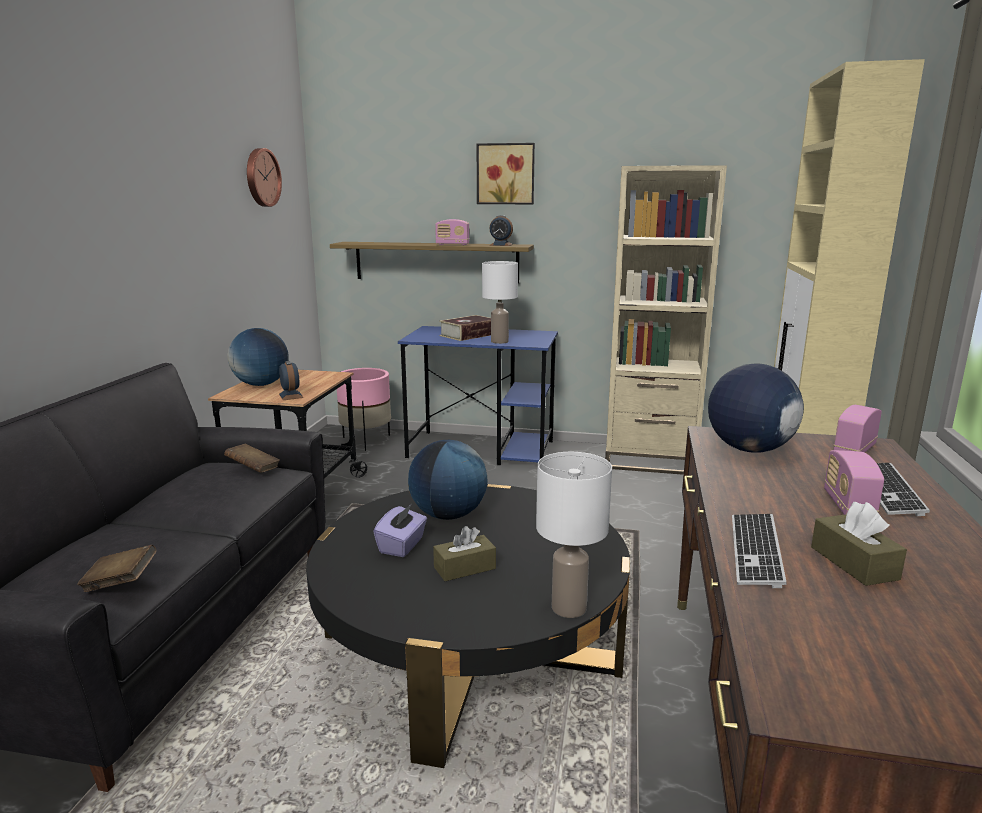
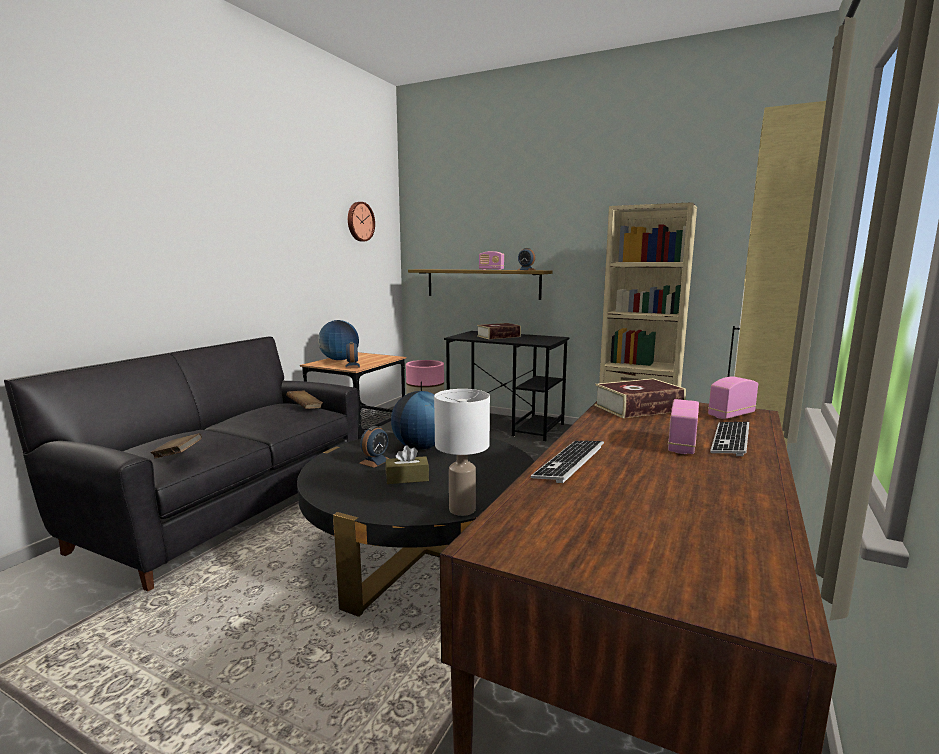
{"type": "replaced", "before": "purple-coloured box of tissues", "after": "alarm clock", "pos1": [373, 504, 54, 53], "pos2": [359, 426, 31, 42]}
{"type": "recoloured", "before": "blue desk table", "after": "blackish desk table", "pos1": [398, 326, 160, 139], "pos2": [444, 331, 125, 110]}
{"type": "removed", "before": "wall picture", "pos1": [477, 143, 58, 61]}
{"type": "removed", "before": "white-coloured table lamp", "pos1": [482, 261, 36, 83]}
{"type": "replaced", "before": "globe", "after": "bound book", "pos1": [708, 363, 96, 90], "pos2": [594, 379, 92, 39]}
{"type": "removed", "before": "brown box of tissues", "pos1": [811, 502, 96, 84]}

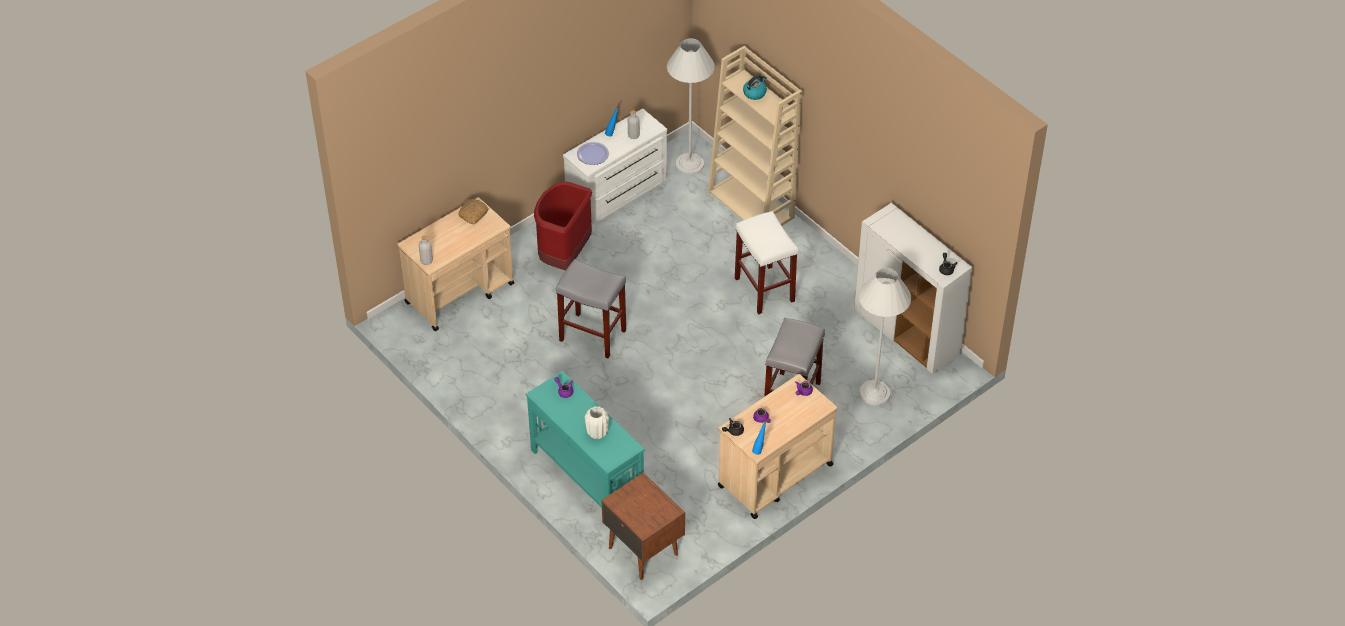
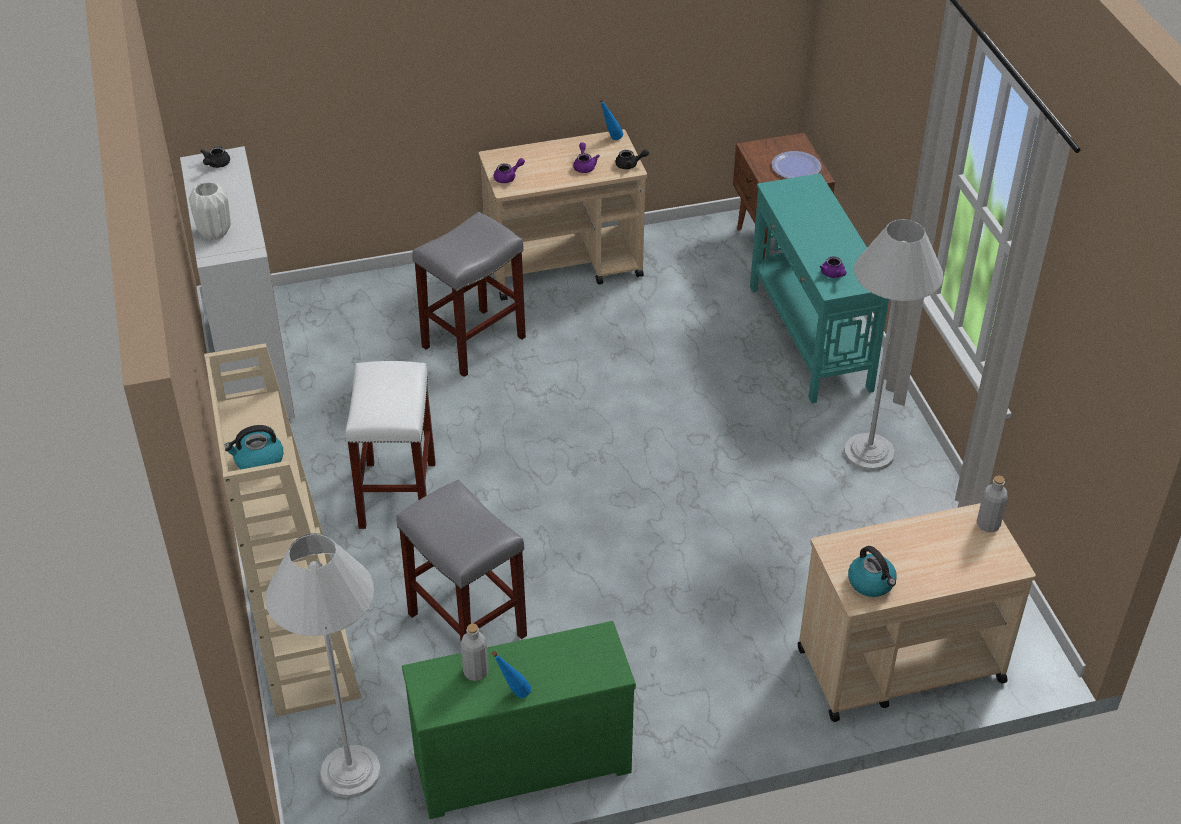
{"type": "replaced", "before": "bread", "after": "tea kettle", "pos1": [458, 199, 30, 25], "pos2": [848, 546, 49, 51]}
{"type": "removed", "before": "red-coloured waste bin", "pos1": [534, 182, 58, 89]}
{"type": "moved", "before": "gray stool", "pos1": [556, 259, 70, 99], "pos2": [396, 479, 131, 161]}
{"type": "recoloured", "before": "white-coloured dresser", "after": "green-coloured dresser", "pos1": [563, 108, 104, 117], "pos2": [402, 621, 234, 198]}
{"type": "moved", "before": "flat dish", "pos1": [577, 142, 32, 23], "pos2": [772, 151, 49, 28]}
{"type": "moved", "before": "white-coloured flower vase", "pos1": [585, 406, 24, 33], "pos2": [189, 182, 42, 58]}
{"type": "moved", "before": "white-coloured standard lamp", "pos1": [859, 268, 52, 137], "pos2": [844, 219, 99, 252]}

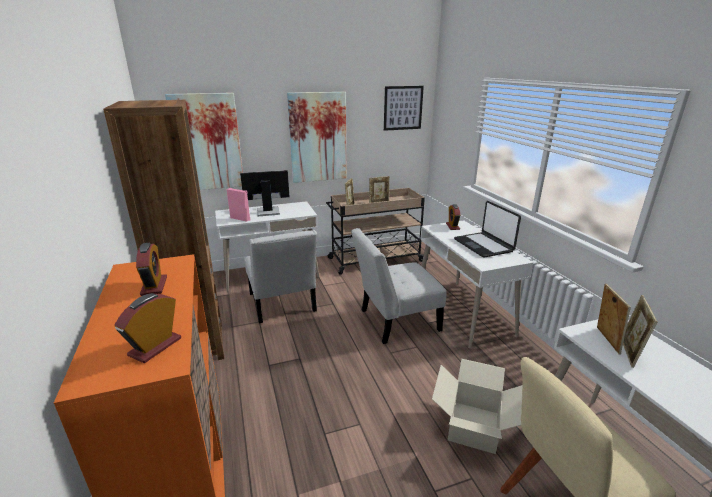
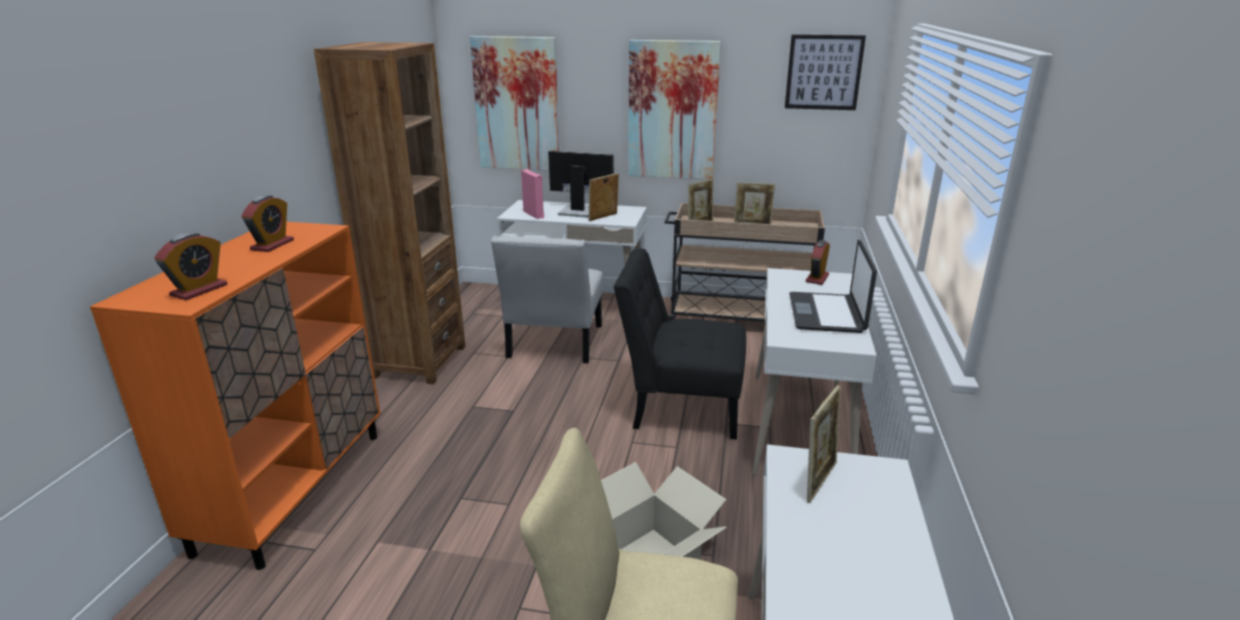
{"type": "turned", "before": "alarm clock", "pos1": [114, 293, 67, 70], "pos2": [155, 232, 72, 68], "turn": 150}
{"type": "recoloured", "before": "white-coloured upright chair", "after": "blackish upright chair", "pos1": [351, 228, 95, 116], "pos2": [613, 248, 133, 192]}
{"type": "moved", "before": "picture frame", "pos1": [623, 295, 35, 73], "pos2": [588, 173, 31, 48]}

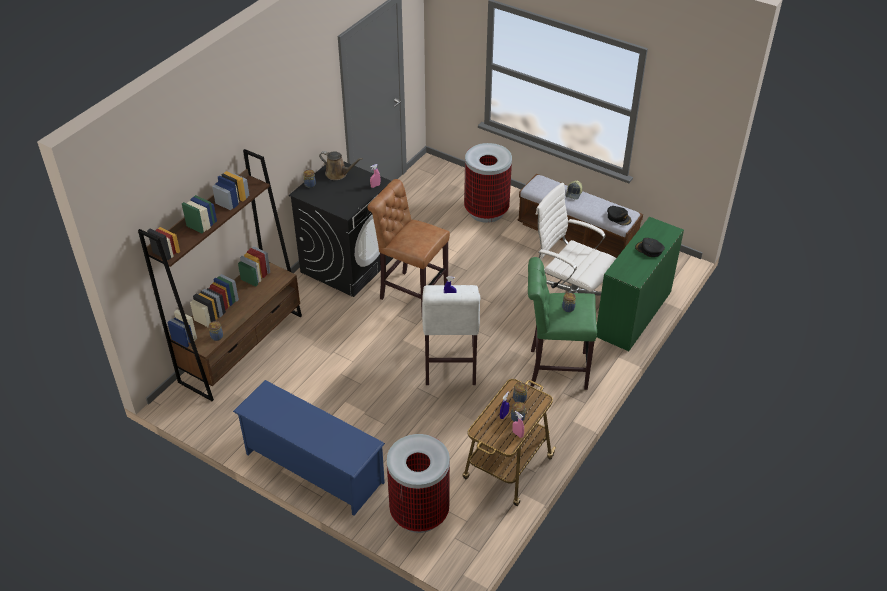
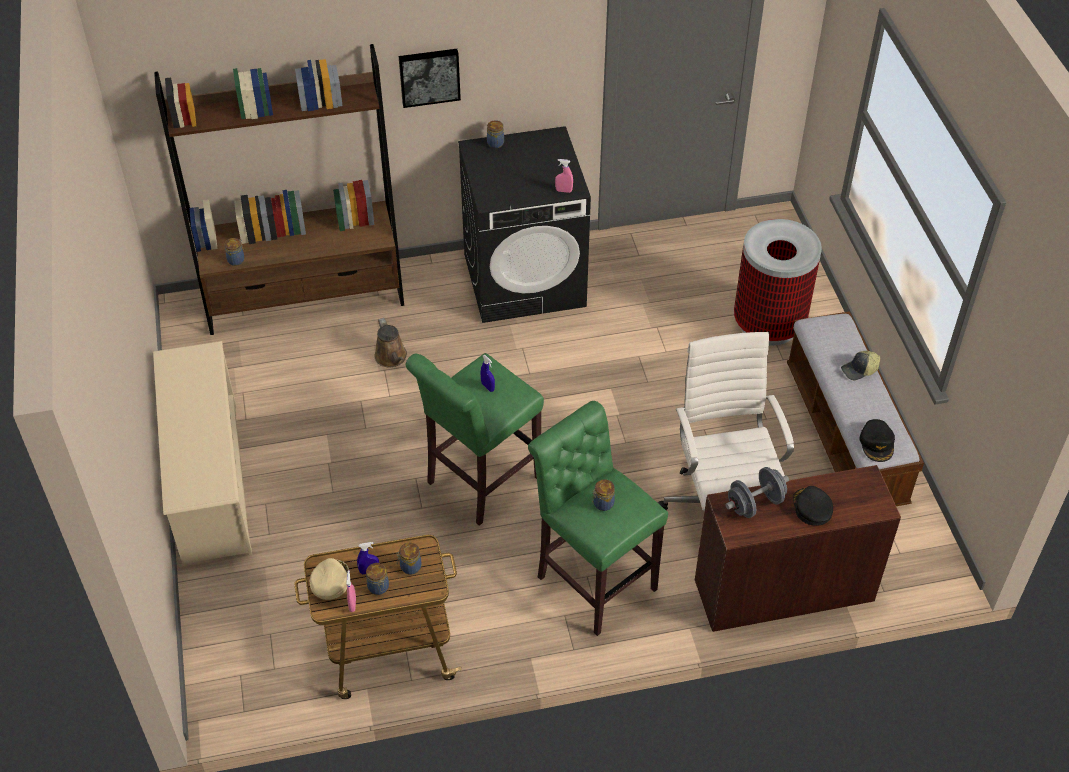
{"type": "recoloured", "before": "blue shoe shelf", "after": "beige-coloured shoe shelf", "pos1": [233, 380, 152, 135], "pos2": [153, 341, 99, 223]}
{"type": "moved", "before": "brown sprinkling can", "pos1": [319, 151, 44, 29], "pos2": [375, 318, 32, 49]}
{"type": "removed", "before": "brown stool", "pos1": [367, 179, 83, 131]}
{"type": "removed", "before": "waste bin", "pos1": [387, 434, 63, 99]}
{"type": "recoloured", "before": "white-coloured stool", "after": "green-coloured stool", "pos1": [422, 285, 59, 100], "pos2": [406, 353, 138, 173]}
{"type": "recoloured", "before": "green-coloured desk table", "after": "brown desk table", "pos1": [597, 217, 87, 134], "pos2": [695, 465, 206, 167]}
{"type": "added", "after": "beige-coloured cap", "pos2": [310, 558, 39, 42]}
{"type": "added", "after": "wall picture", "pos2": [399, 49, 62, 59]}
{"type": "added", "after": "gray dumbbell", "pos2": [725, 467, 64, 51]}

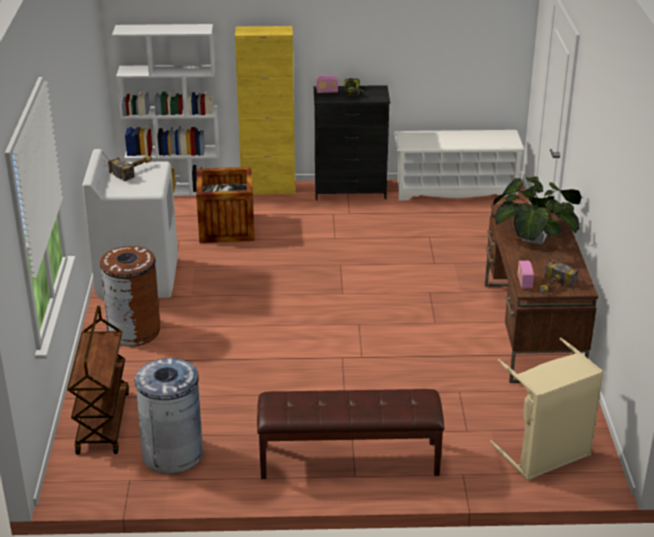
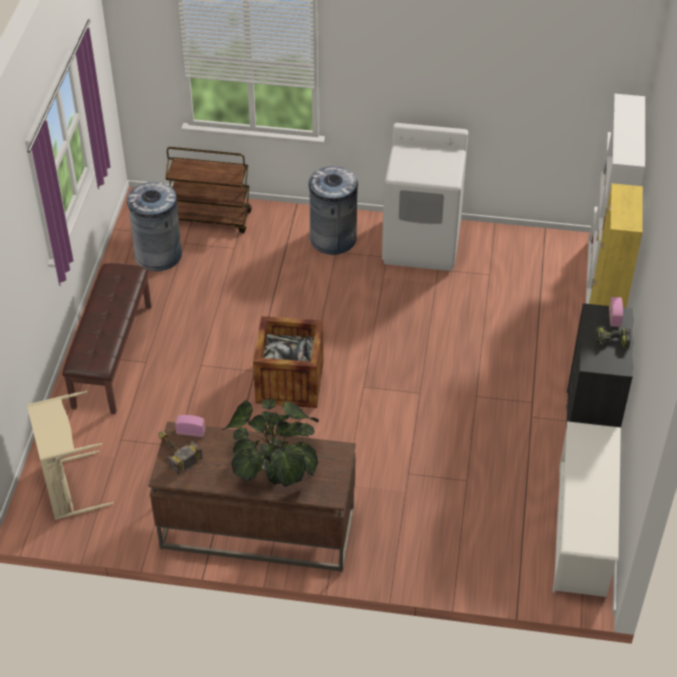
{"type": "recoloured", "before": "brown waste bin", "after": "gray waste bin", "pos1": [100, 246, 60, 100], "pos2": [309, 166, 49, 89]}
{"type": "removed", "before": "hand hammer", "pos1": [108, 156, 44, 25]}
{"type": "moved", "before": "packing crate", "pos1": [196, 167, 59, 76], "pos2": [253, 316, 70, 92]}

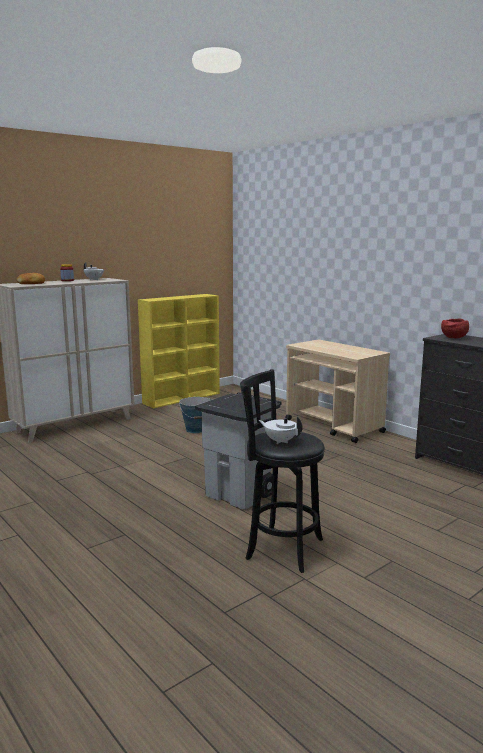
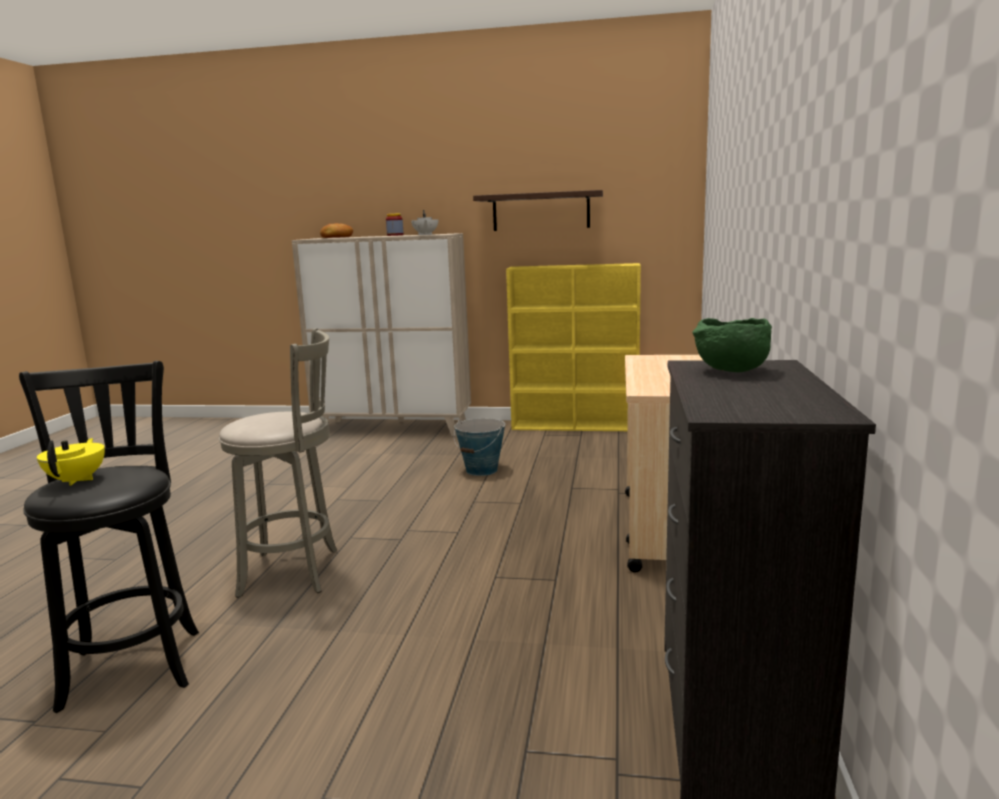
{"type": "replaced", "before": "gray waste bin", "after": "gray stool", "pos1": [195, 392, 87, 118], "pos2": [219, 328, 118, 270]}
{"type": "recoloured", "before": "white-coloured teapot", "after": "yellowish teapot", "pos1": [259, 416, 44, 28], "pos2": [37, 438, 68, 48]}
{"type": "recoloured", "before": "red-coloured bowl", "after": "green-coloured bowl", "pos1": [441, 318, 28, 20], "pos2": [692, 318, 80, 54]}
{"type": "added", "after": "wall shelf", "pos2": [473, 190, 130, 41]}

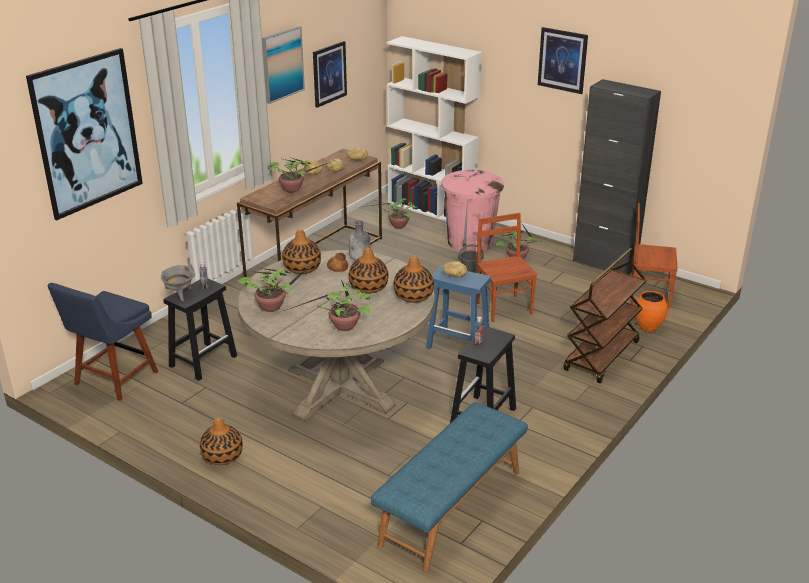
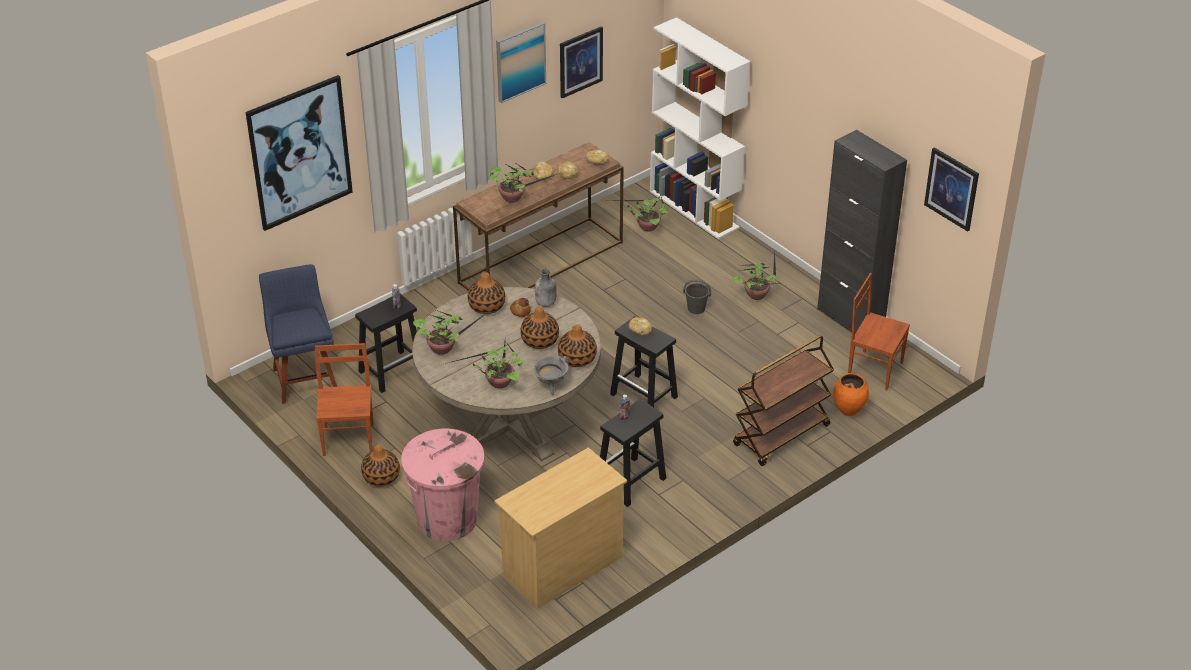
{"type": "turned", "before": "blue upright chair", "pos1": [48, 283, 110, 118], "pos2": [259, 264, 78, 140], "turn": 120}
{"type": "moved", "before": "gray stockpot", "pos1": [161, 264, 34, 37], "pos2": [533, 355, 36, 40]}
{"type": "replaced", "before": "blue indoor bench", "after": "beige-coloured dresser", "pos1": [371, 402, 157, 170], "pos2": [494, 447, 133, 162]}
{"type": "recoloured", "before": "blue stool", "after": "blackish stool", "pos1": [426, 265, 65, 84], "pos2": [610, 316, 68, 91]}
{"type": "moved", "before": "pink waste bin", "pos1": [441, 170, 63, 82], "pos2": [401, 429, 84, 112]}
{"type": "moved", "before": "brown upright chair", "pos1": [477, 213, 60, 109], "pos2": [315, 343, 59, 113]}
{"type": "moved", "before": "wall picture", "pos1": [538, 27, 50, 67], "pos2": [924, 147, 55, 85]}

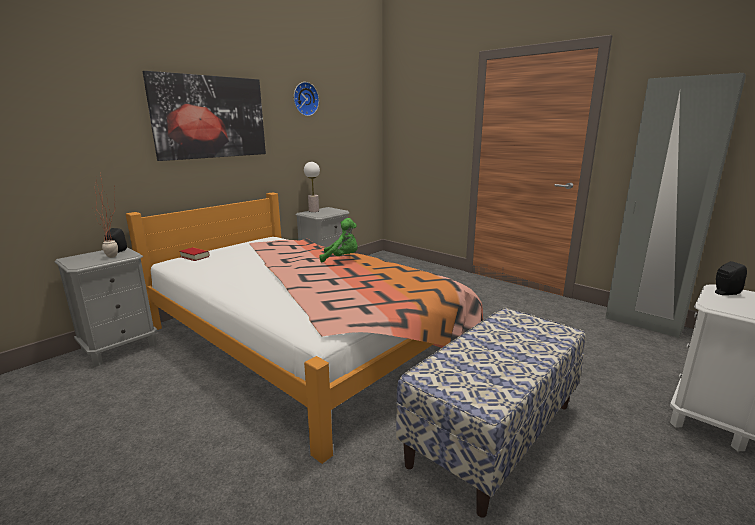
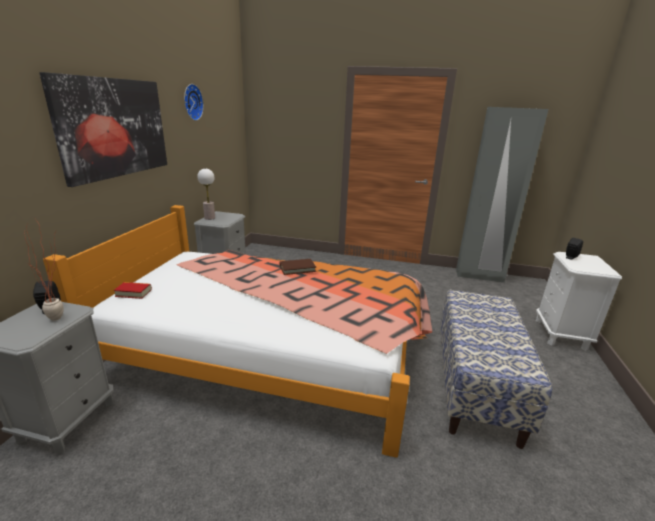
{"type": "replaced", "before": "green-coloured plush toy", "after": "brown bound book", "pos1": [320, 218, 38, 44], "pos2": [280, 259, 36, 16]}

